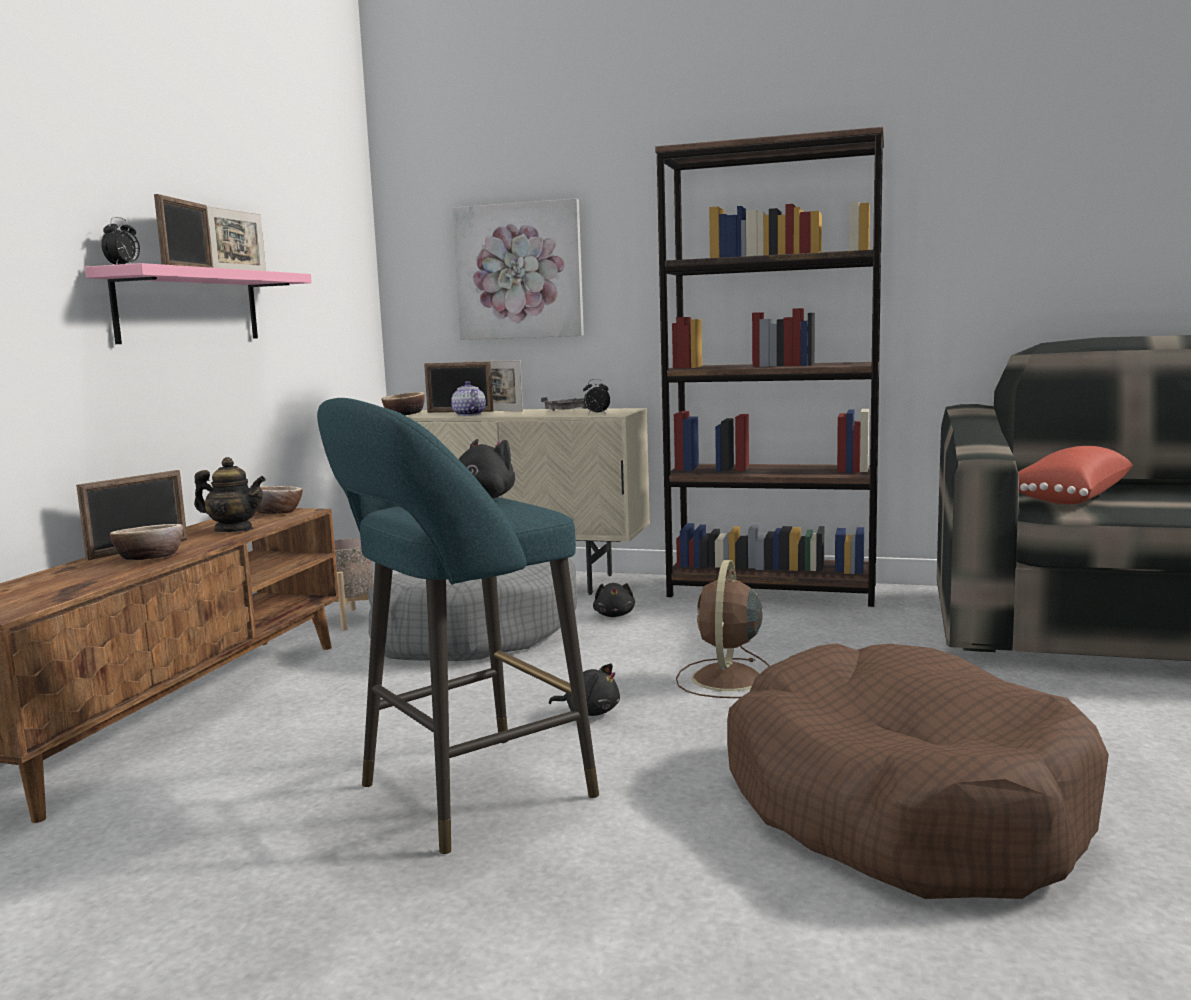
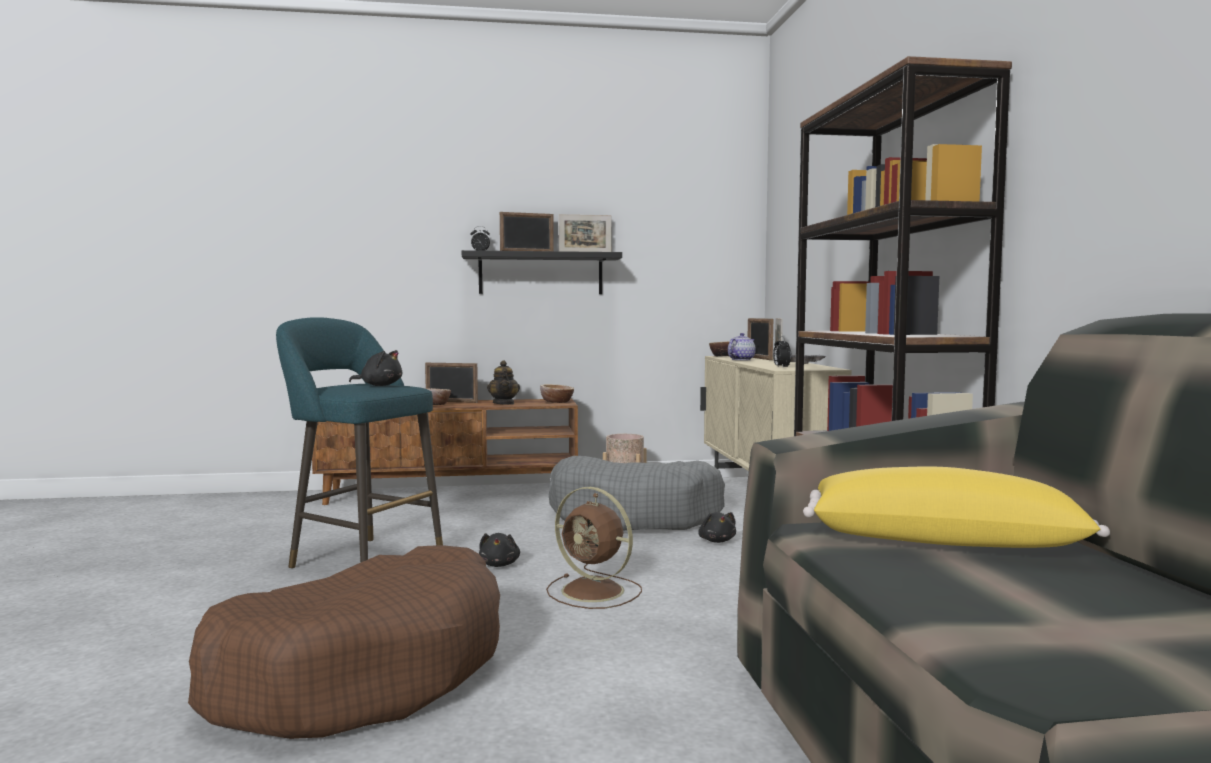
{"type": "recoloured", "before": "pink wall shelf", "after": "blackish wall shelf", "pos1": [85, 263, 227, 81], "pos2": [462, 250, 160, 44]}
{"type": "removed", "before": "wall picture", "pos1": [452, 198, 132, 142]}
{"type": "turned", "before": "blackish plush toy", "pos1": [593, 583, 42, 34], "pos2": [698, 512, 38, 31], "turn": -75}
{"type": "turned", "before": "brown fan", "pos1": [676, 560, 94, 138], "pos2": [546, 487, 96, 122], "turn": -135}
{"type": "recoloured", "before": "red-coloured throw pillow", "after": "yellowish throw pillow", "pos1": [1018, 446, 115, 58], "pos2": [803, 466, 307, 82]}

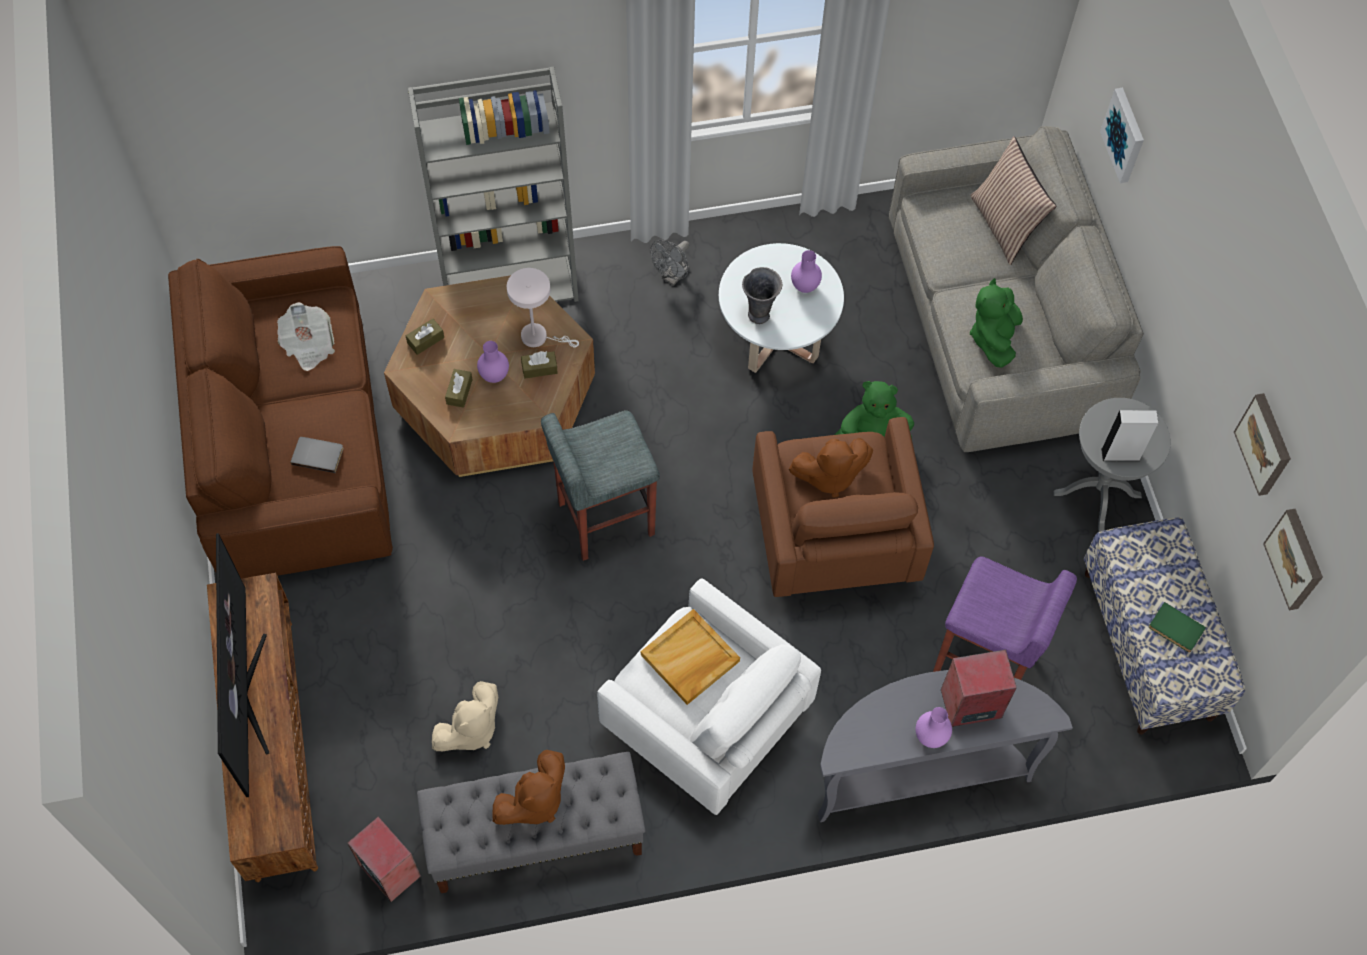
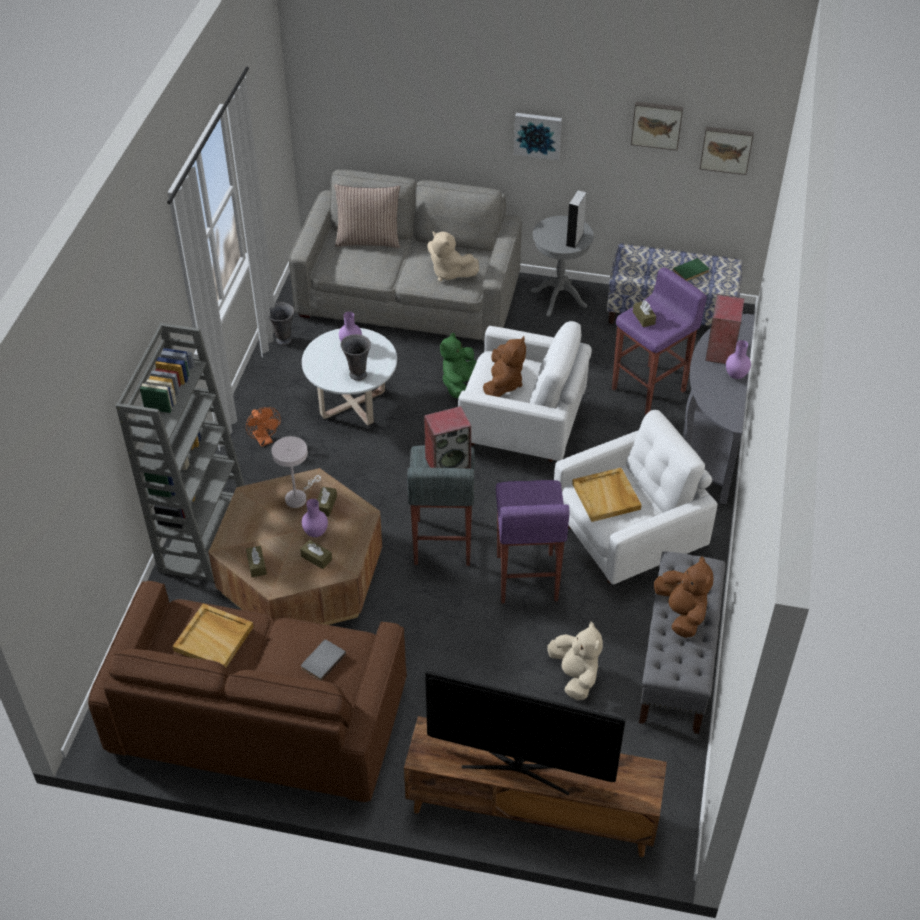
{"type": "replaced", "before": "printed paper", "after": "beige-coloured carrying tray", "pos1": [277, 302, 58, 69], "pos2": [173, 604, 80, 63]}
{"type": "moved", "before": "audio speaker", "pos1": [347, 817, 74, 85], "pos2": [424, 406, 47, 63]}
{"type": "recoloured", "before": "gray fan", "after": "orange-coloured fan", "pos1": [650, 240, 40, 46], "pos2": [246, 407, 35, 40]}
{"type": "recoloured", "before": "brown lounge chair", "after": "white-coloured lounge chair", "pos1": [753, 417, 181, 180], "pos2": [458, 321, 134, 141]}
{"type": "recoloured", "before": "green-coloured plush toy", "after": "beige-coloured plush toy", "pos1": [970, 278, 53, 90], "pos2": [427, 231, 52, 51]}
{"type": "moved", "before": "wall picture", "pos1": [1100, 88, 44, 95], "pos2": [514, 113, 48, 47]}
{"type": "added", "after": "gray flower vase", "pos2": [268, 302, 26, 43]}
{"type": "added", "after": "purple-coloured stool", "pos2": [496, 480, 74, 123]}
{"type": "added", "after": "brown box of tissues", "pos2": [633, 300, 23, 27]}

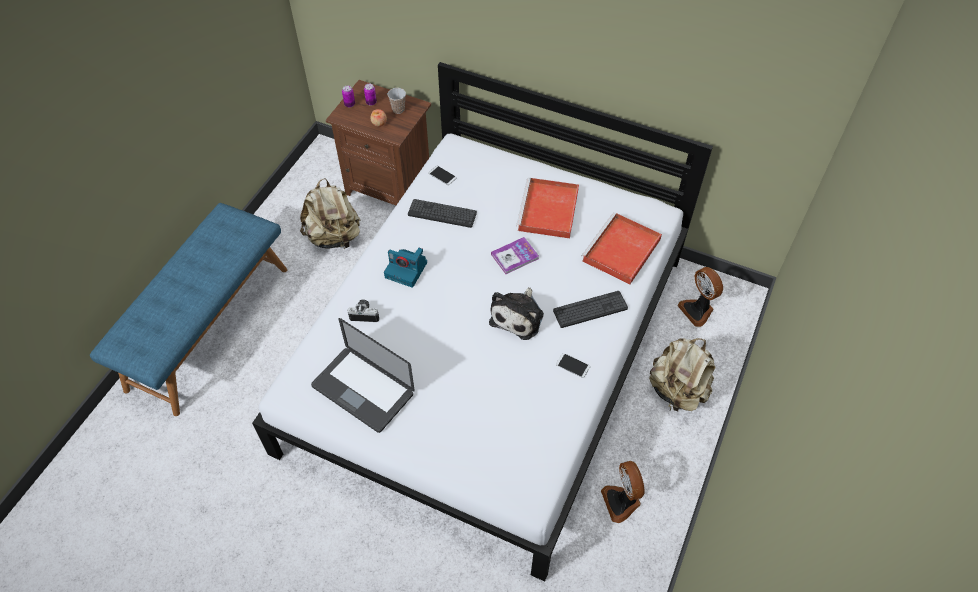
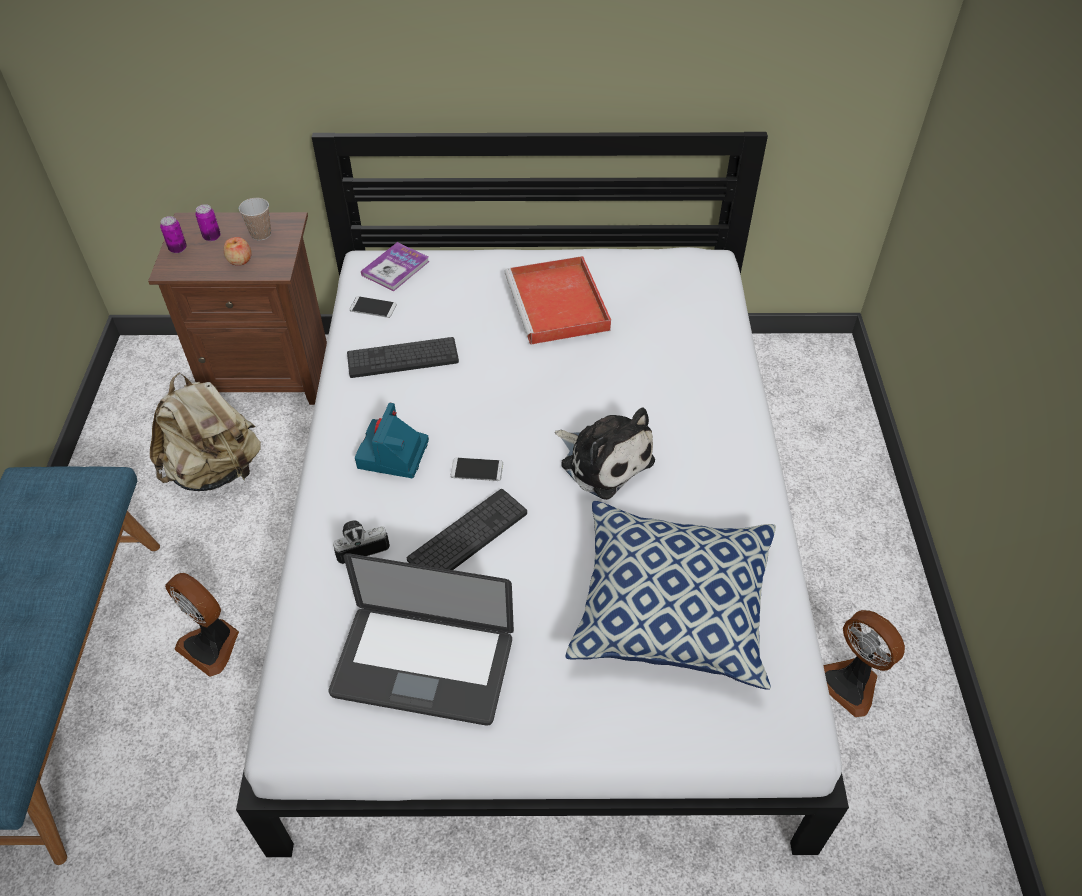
{"type": "turned", "before": "photo camera", "pos1": [384, 248, 43, 40], "pos2": [355, 403, 74, 75], "turn": 105}
{"type": "turned", "before": "plush toy", "pos1": [489, 287, 55, 53], "pos2": [555, 408, 100, 92], "turn": -45}
{"type": "moved", "before": "bound book", "pos1": [491, 237, 48, 37], "pos2": [361, 242, 69, 49]}
{"type": "moved", "before": "keyboard", "pos1": [553, 291, 75, 37], "pos2": [407, 489, 120, 81]}
{"type": "moved", "before": "handset", "pos1": [556, 353, 34, 25], "pos2": [451, 458, 52, 23]}
{"type": "removed", "before": "red-coloured carrying tray", "pos1": [581, 212, 81, 72]}
{"type": "removed", "before": "beige-coloured knapsack", "pos1": [649, 338, 66, 74]}
{"type": "moved", "before": "fan", "pos1": [677, 267, 46, 60], "pos2": [165, 573, 74, 104]}
{"type": "added", "after": "throw pillow", "pos2": [565, 501, 211, 189]}

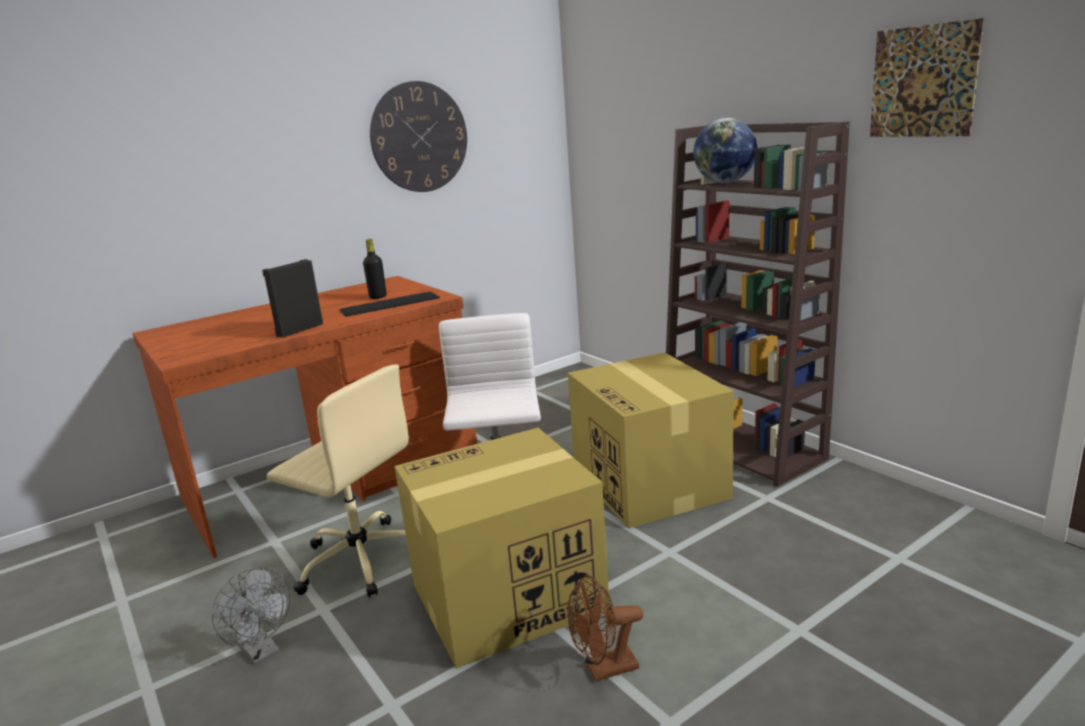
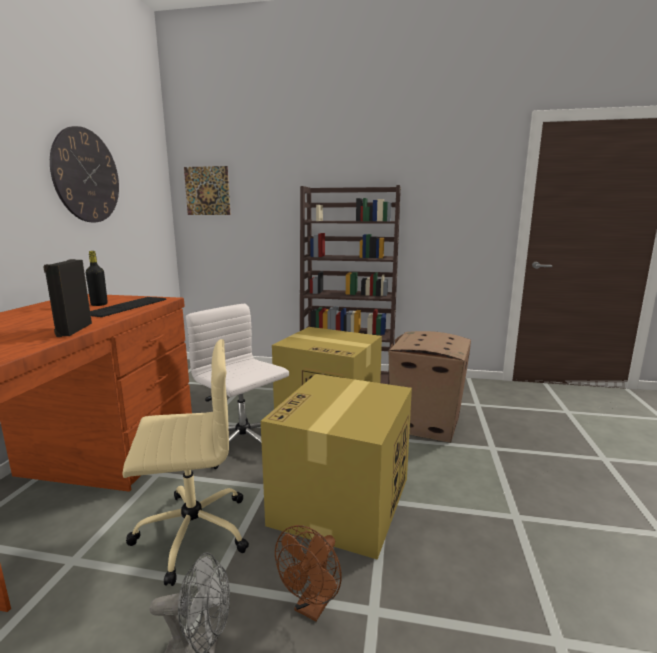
{"type": "moved", "before": "brown fan", "pos1": [568, 575, 75, 107], "pos2": [275, 525, 67, 96]}
{"type": "removed", "before": "globe", "pos1": [693, 118, 64, 65]}
{"type": "moved", "before": "wall picture", "pos1": [870, 18, 114, 119], "pos2": [184, 166, 46, 49]}
{"type": "added", "after": "packing box", "pos2": [389, 331, 82, 112]}

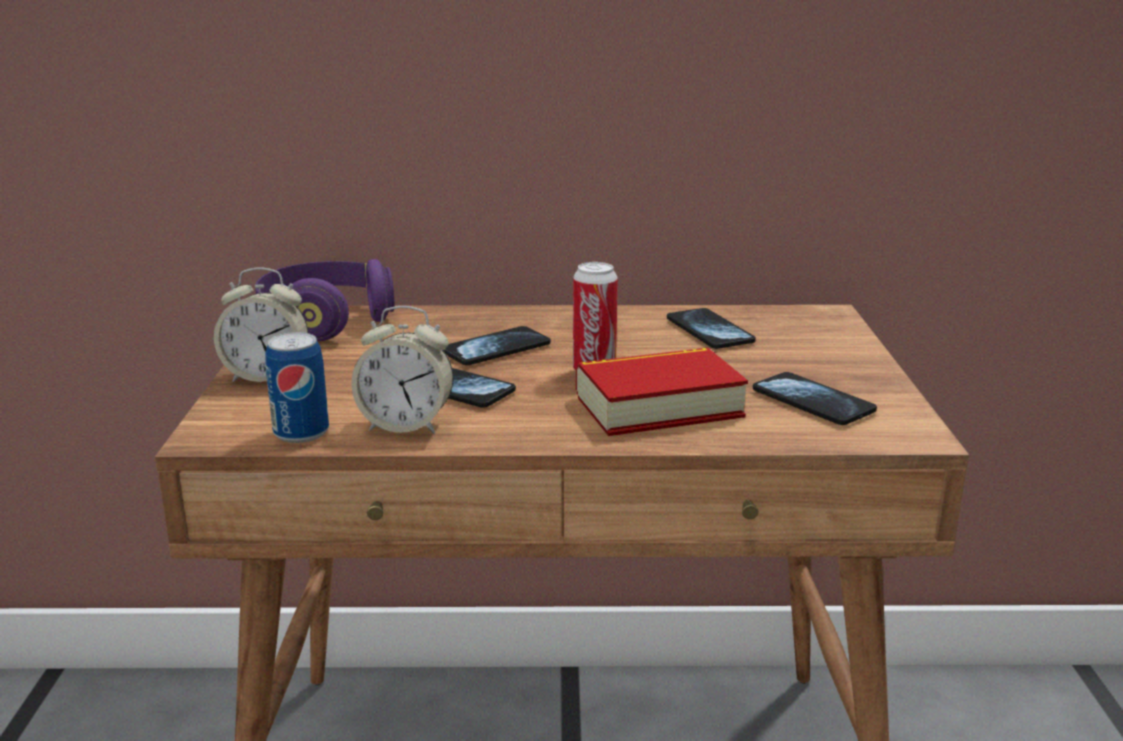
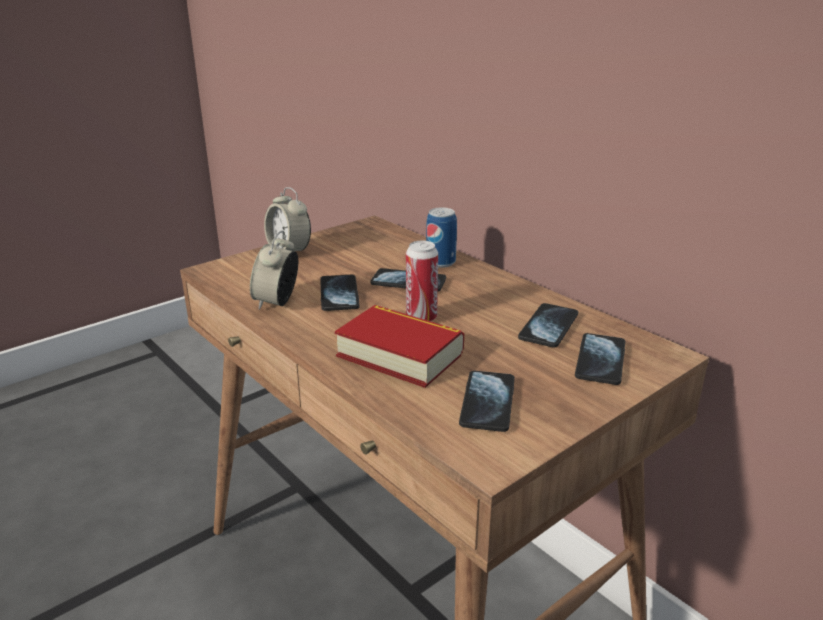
{"type": "removed", "before": "purple-coloured headset", "pos1": [255, 259, 139, 82]}
{"type": "moved", "before": "metal can", "pos1": [265, 332, 64, 111], "pos2": [426, 207, 31, 61]}
{"type": "turned", "before": "alarm clock", "pos1": [351, 306, 102, 128], "pos2": [250, 231, 48, 79], "turn": 45}
{"type": "added", "after": "handset", "pos2": [575, 333, 50, 52]}

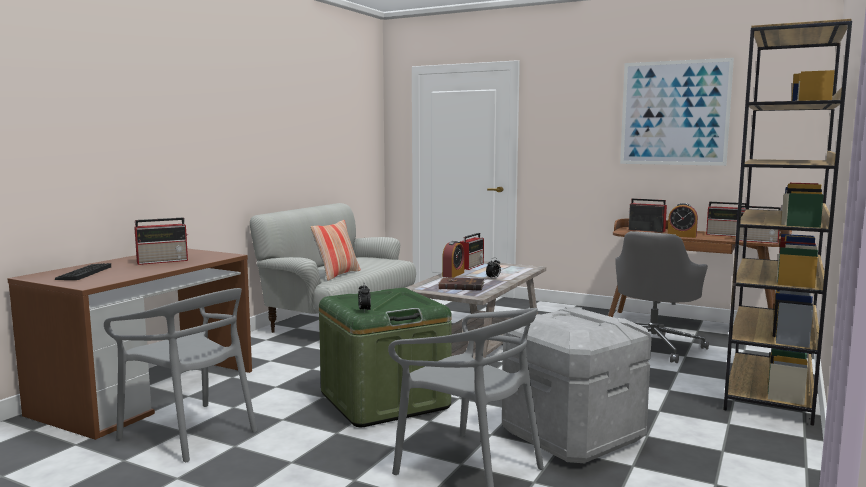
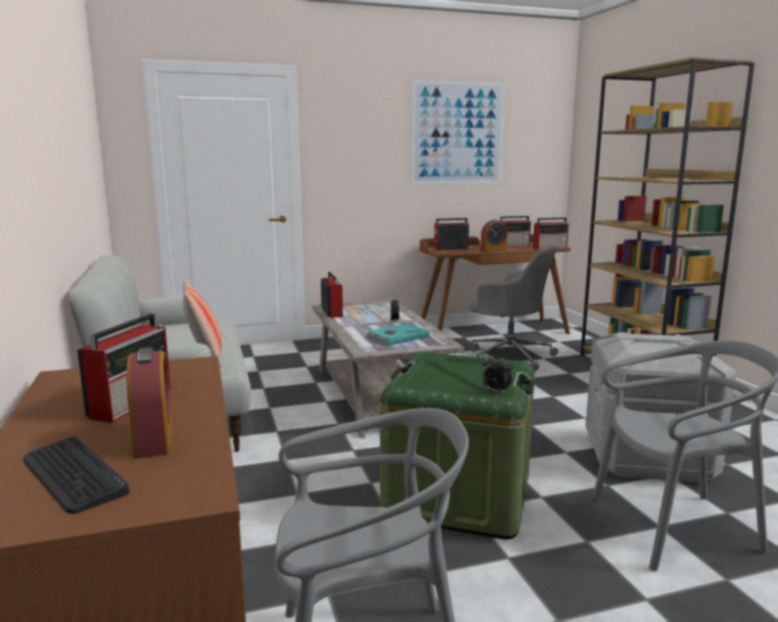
{"type": "recoloured", "before": "brown bound book", "after": "turquoise-coloured bound book", "pos1": [438, 277, 47, 14], "pos2": [366, 323, 63, 23]}
{"type": "moved", "before": "alarm clock", "pos1": [442, 241, 22, 37], "pos2": [126, 347, 46, 111]}
{"type": "turned", "before": "gray office chair", "pos1": [615, 231, 94, 132], "pos2": [469, 246, 89, 126], "turn": -45}

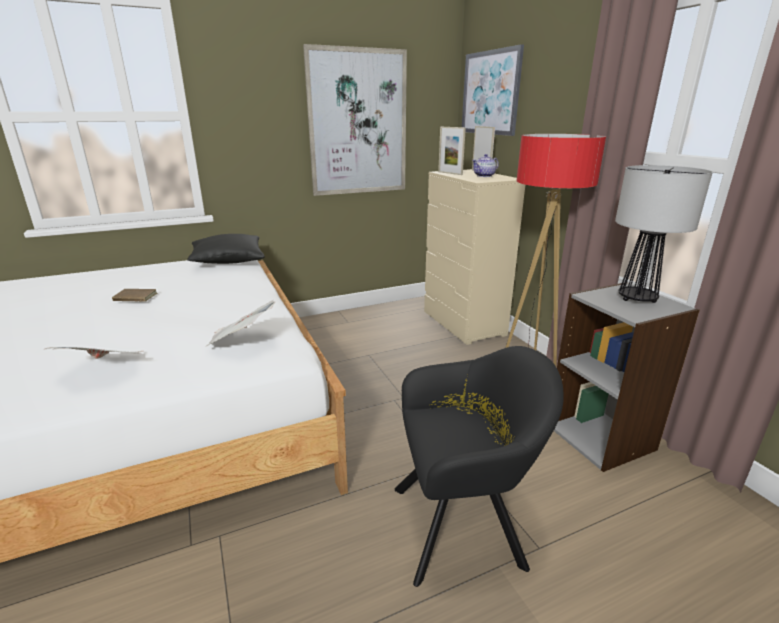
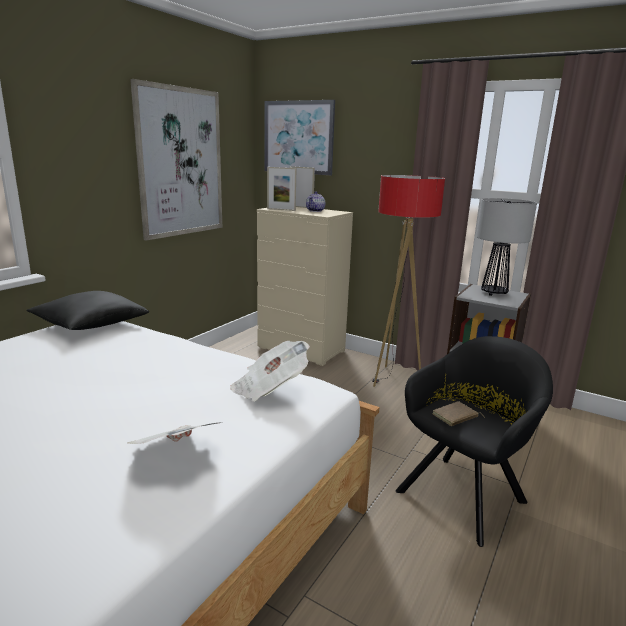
{"type": "moved", "before": "brown bound book", "pos1": [112, 289, 45, 13], "pos2": [432, 401, 53, 25]}

